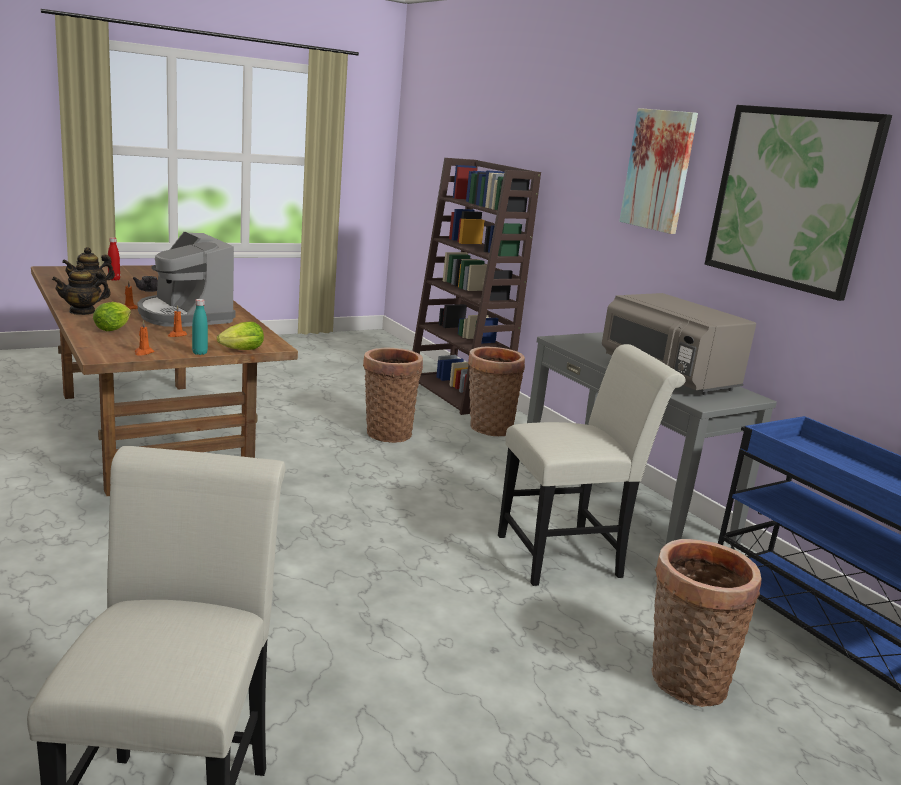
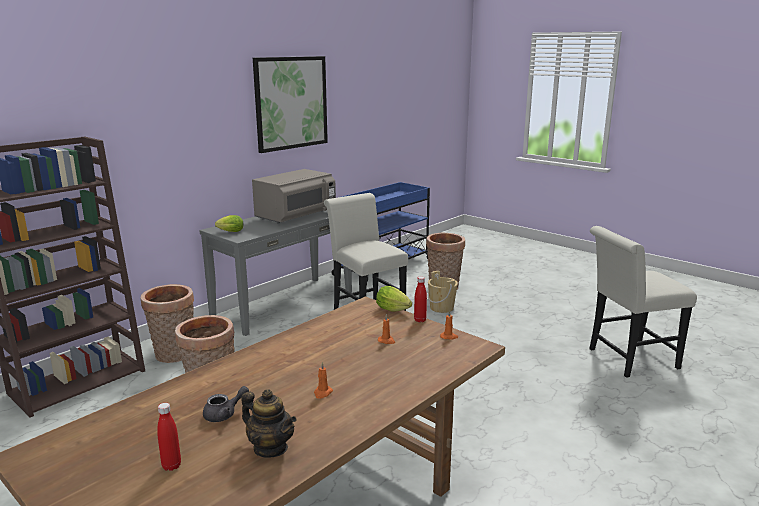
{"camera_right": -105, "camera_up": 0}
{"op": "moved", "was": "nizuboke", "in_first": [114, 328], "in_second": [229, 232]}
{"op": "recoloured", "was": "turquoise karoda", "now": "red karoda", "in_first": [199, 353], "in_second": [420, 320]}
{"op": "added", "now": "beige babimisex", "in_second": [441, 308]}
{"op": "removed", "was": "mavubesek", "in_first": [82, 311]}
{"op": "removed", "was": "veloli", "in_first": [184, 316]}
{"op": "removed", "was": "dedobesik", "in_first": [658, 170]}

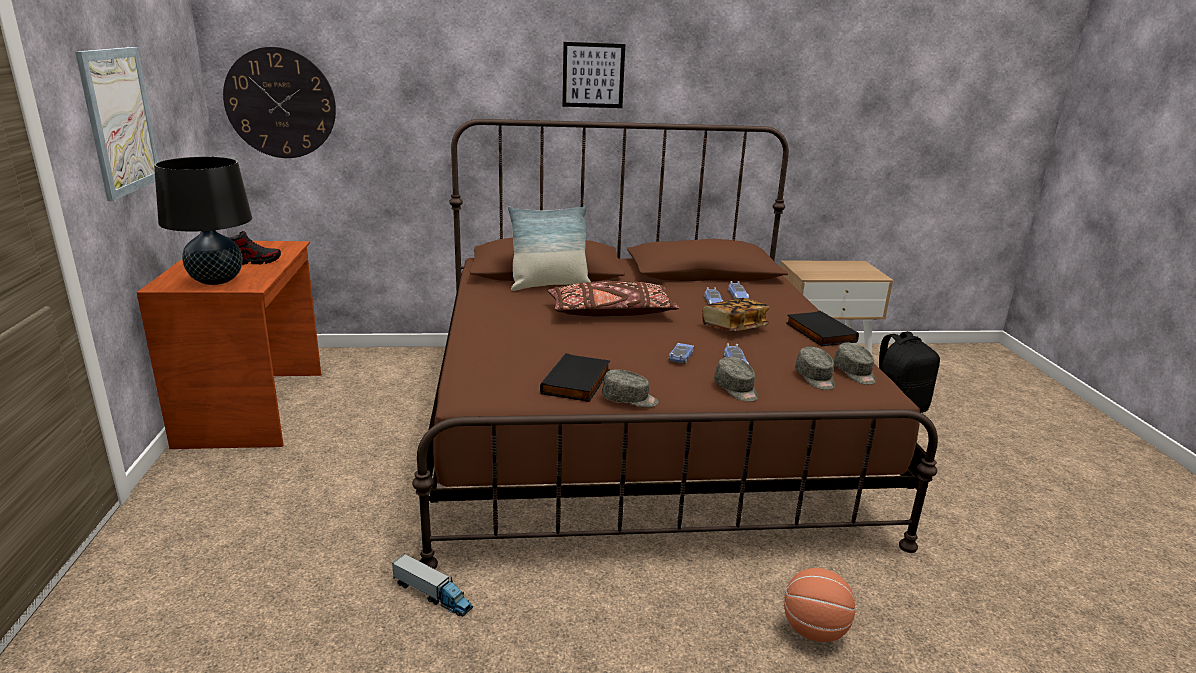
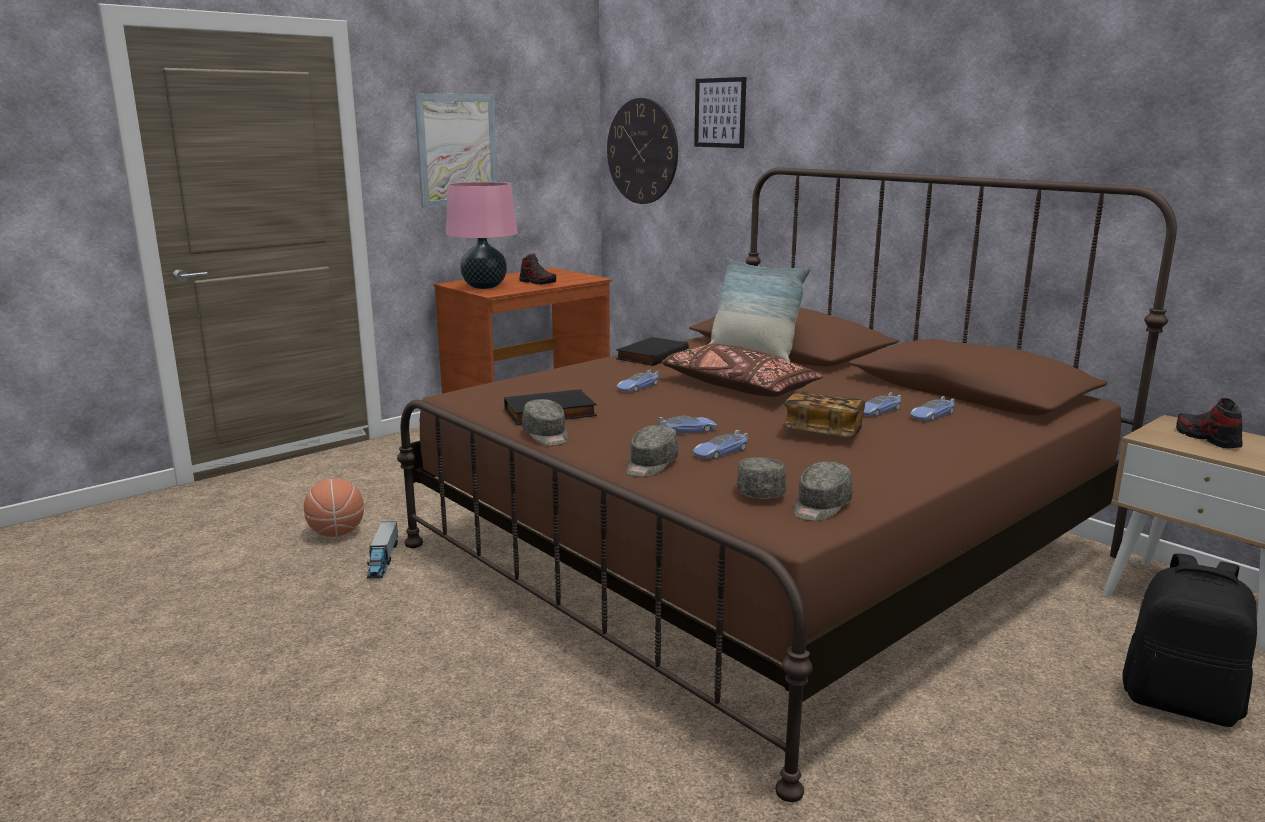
{"camera_right": 55, "camera_up": -5}
{"op": "moved", "was": "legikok", "in_first": [813, 630], "in_second": [336, 533]}
{"op": "recoloured", "was": "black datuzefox", "now": "pink datuzefox", "in_first": [216, 280], "in_second": [484, 287]}
{"op": "moved", "was": "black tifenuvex", "in_first": [818, 332], "in_second": [651, 355]}
{"op": "added", "now": "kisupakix", "in_second": [637, 387]}
{"op": "moved", "was": "dedobesik", "in_first": [593, 75], "in_second": [720, 113]}
{"op": "turned", "was": "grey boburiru", "in_first": [815, 378], "in_second": [758, 491], "clockwise": 135}
{"op": "added", "now": "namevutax", "in_second": [1207, 438]}

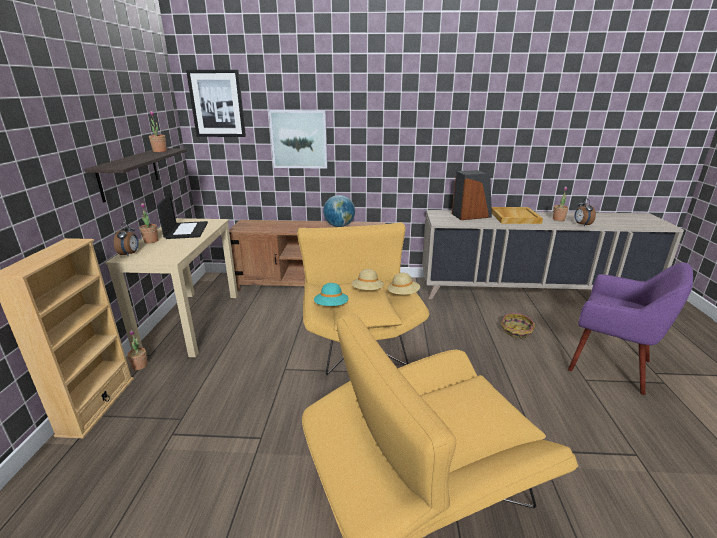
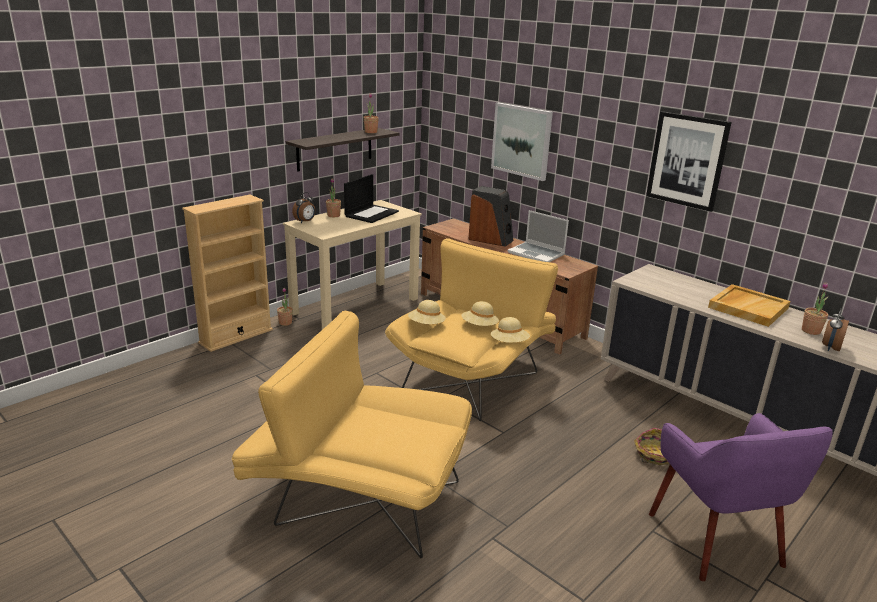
{"camera_right": 40, "camera_up": 0}
{"op": "recoloured", "was": "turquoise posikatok", "now": "beige posikatok", "in_first": [331, 306], "in_second": [426, 325]}
{"op": "moved", "was": "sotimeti", "in_first": [471, 216], "in_second": [490, 239]}
{"op": "replaced", "was": "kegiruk", "now": "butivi", "in_first": [339, 226], "in_second": [537, 254]}
{"op": "moved", "was": "dedobesik", "in_first": [217, 104], "in_second": [687, 160]}

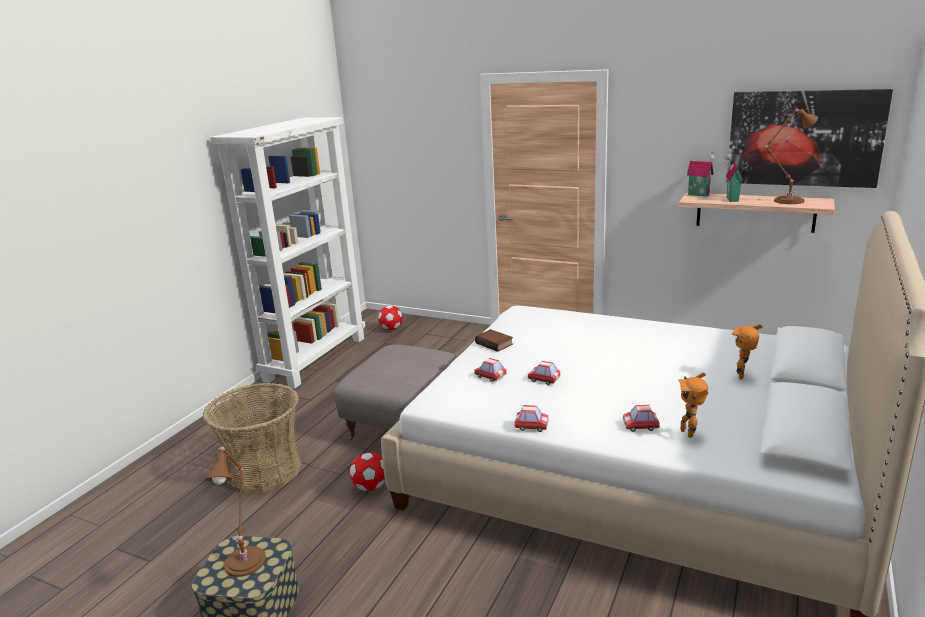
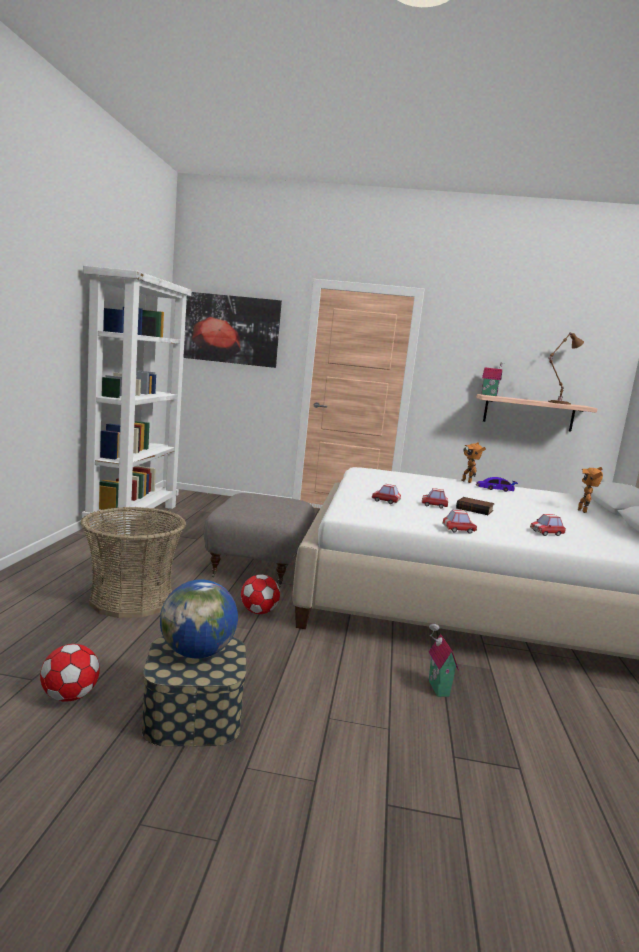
{"camera_right": -20, "camera_up": -10}
{"op": "moved", "was": "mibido", "in_first": [391, 329], "in_second": [70, 696]}
{"op": "replaced", "was": "brown datuzefox", "now": "kegiruk", "in_first": [246, 559], "in_second": [197, 653]}
{"op": "moved", "was": "dedobesik", "in_first": [804, 138], "in_second": [231, 329]}
{"op": "moved", "was": "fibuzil", "in_first": [731, 199], "in_second": [436, 688]}
{"op": "moved", "was": "tifenuvex", "in_first": [495, 343], "in_second": [475, 509]}
{"op": "moved", "was": "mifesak", "in_first": [689, 432], "in_second": [467, 481]}
{"op": "added", "now": "kisupakix", "in_second": [495, 489]}

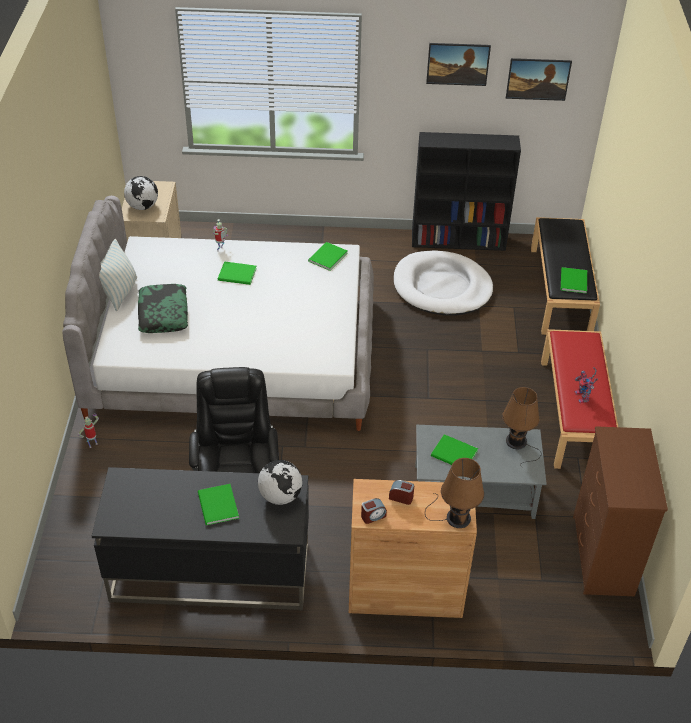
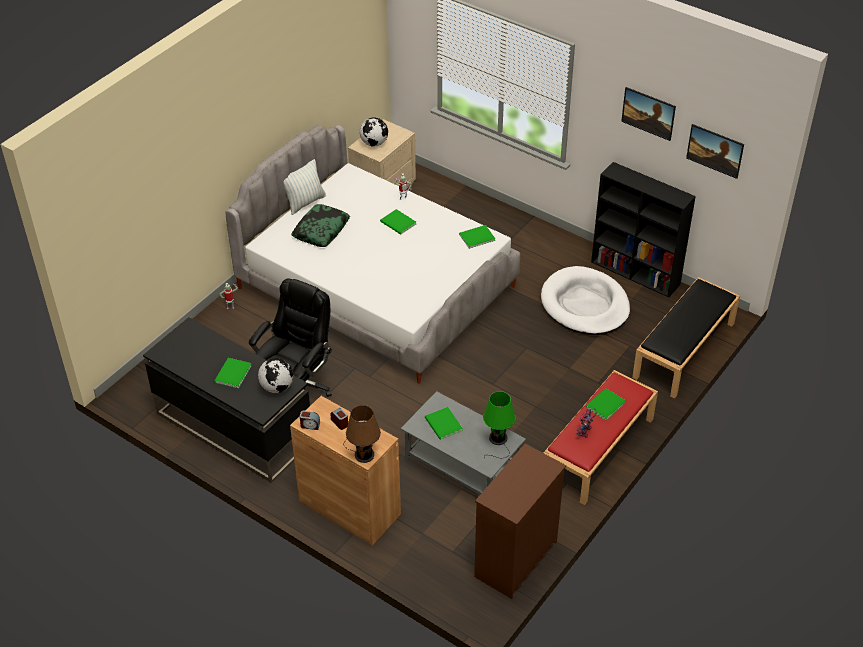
{"camera_right": 35, "camera_up": 0}
{"op": "recoloured", "was": "brown datuzefox", "now": "green datuzefox", "in_first": [518, 443], "in_second": [498, 440]}
{"op": "moved", "was": "green tifenuvex", "in_first": [572, 282], "in_second": [604, 405]}

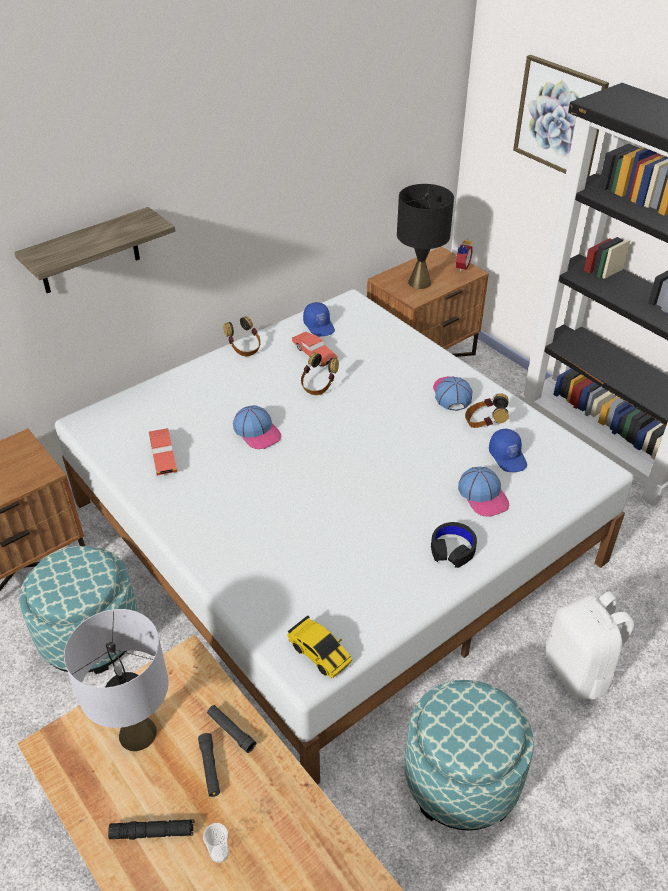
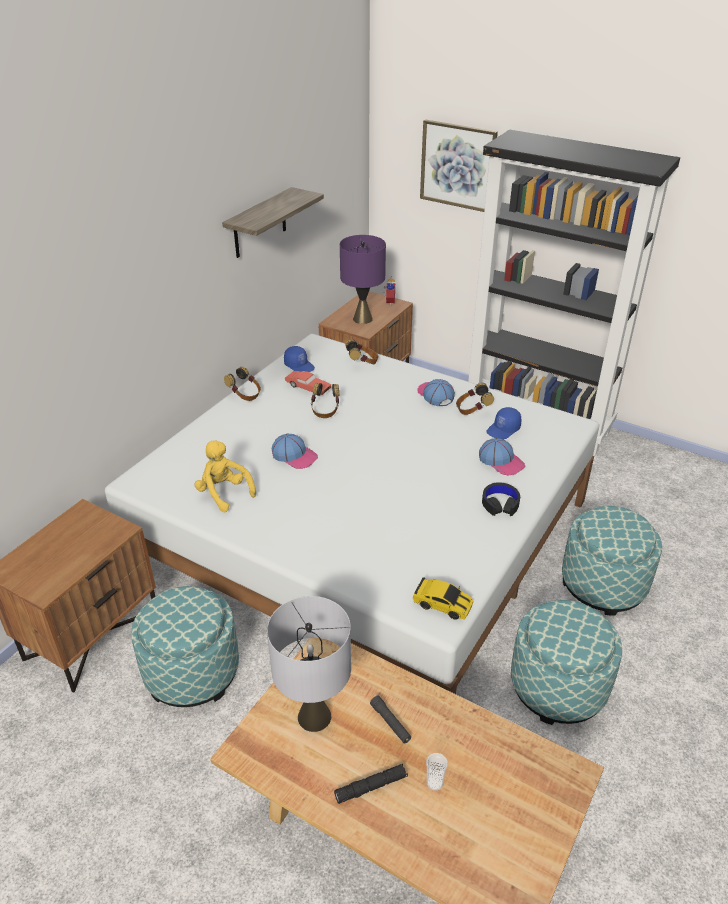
{"camera_right": -20, "camera_up": -5}
{"op": "replaced", "was": "red kisupakix", "now": "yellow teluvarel", "in_first": [163, 457], "in_second": [224, 493]}
{"op": "moved", "was": "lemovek", "in_first": [88, 252], "in_second": [260, 223]}
{"op": "recoloured", "was": "black datuzefox", "now": "purple datuzefox", "in_first": [420, 282], "in_second": [363, 319]}
{"op": "added", "now": "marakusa", "in_second": [362, 363]}
{"op": "turned", "was": "blue boburiru", "in_first": [508, 457], "in_second": [503, 430], "clockwise": 90}
{"op": "replaced", "was": "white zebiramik", "now": "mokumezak", "in_first": [580, 671], "in_second": [603, 584]}
{"op": "removed", "was": "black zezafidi", "in_first": [231, 731]}

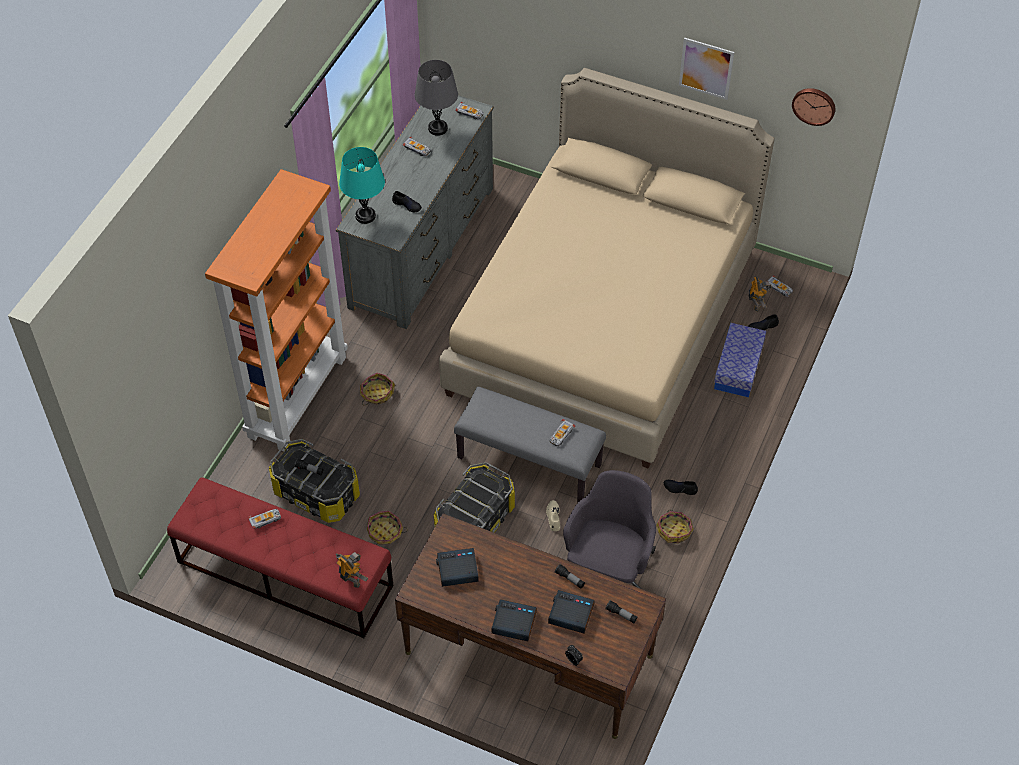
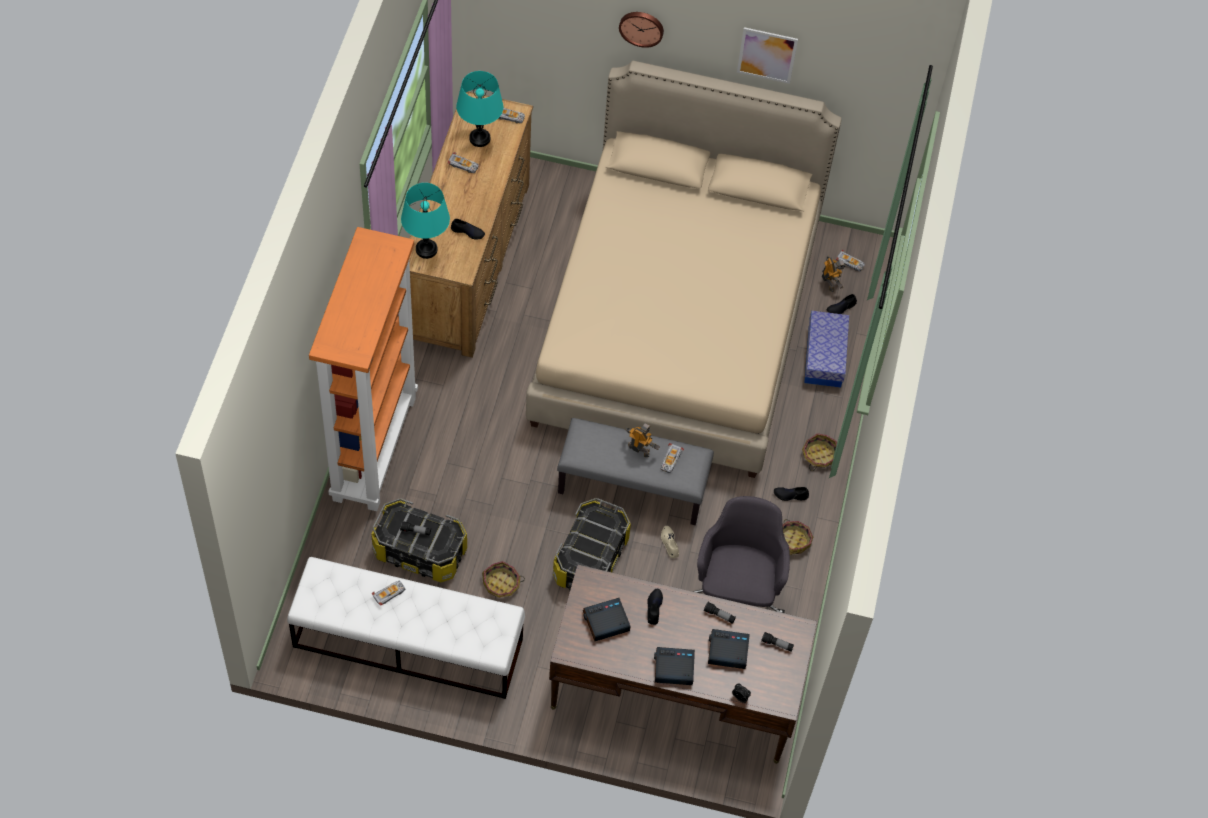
{"camera_right": -15, "camera_up": 5}
{"op": "recoloured", "was": "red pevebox", "now": "white pevebox", "in_first": [284, 574], "in_second": [407, 643]}
{"op": "recoloured", "was": "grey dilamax", "now": "brown dilamax", "in_first": [422, 247], "in_second": [468, 261]}
{"op": "recoloured", "was": "grey datuzefox", "now": "turquoise datuzefox", "in_first": [437, 128], "in_second": [479, 138]}
{"op": "moved", "was": "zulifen", "in_first": [814, 105], "in_second": [641, 27]}
{"op": "moved", "was": "mifesak", "in_first": [351, 578], "in_second": [639, 449]}
{"op": "added", "now": "black namevutax", "in_second": [654, 608]}
{"op": "moved", "was": "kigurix", "in_first": [377, 394], "in_second": [819, 455]}

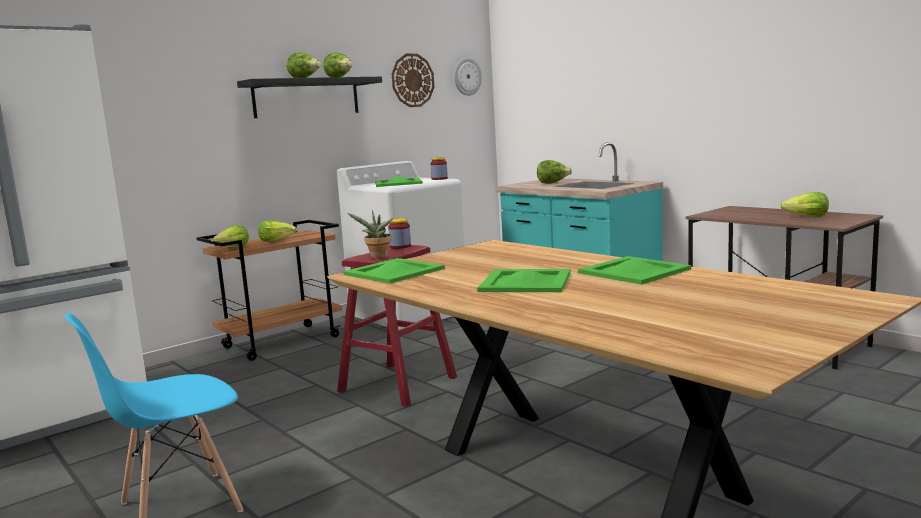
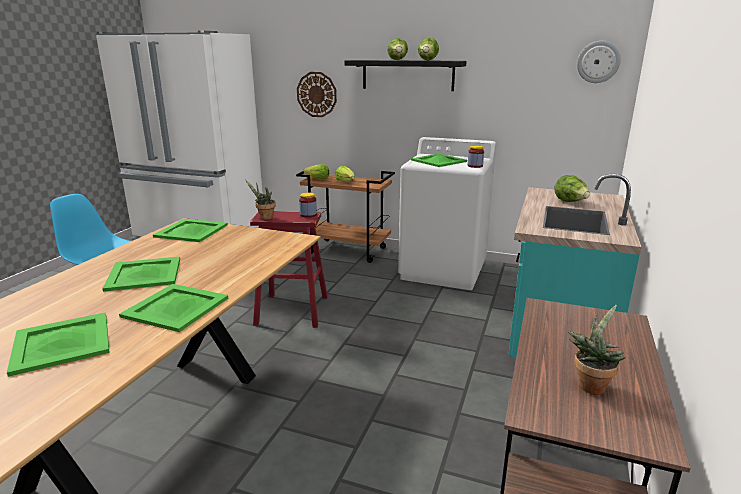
{"camera_right": 60, "camera_up": 10}
{"op": "added", "now": "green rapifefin", "in_second": [63, 343]}
{"op": "moved", "was": "zulifen", "in_first": [412, 80], "in_second": [316, 94]}
{"op": "replaced", "was": "nizuboke", "now": "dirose", "in_first": [806, 217], "in_second": [590, 384]}

